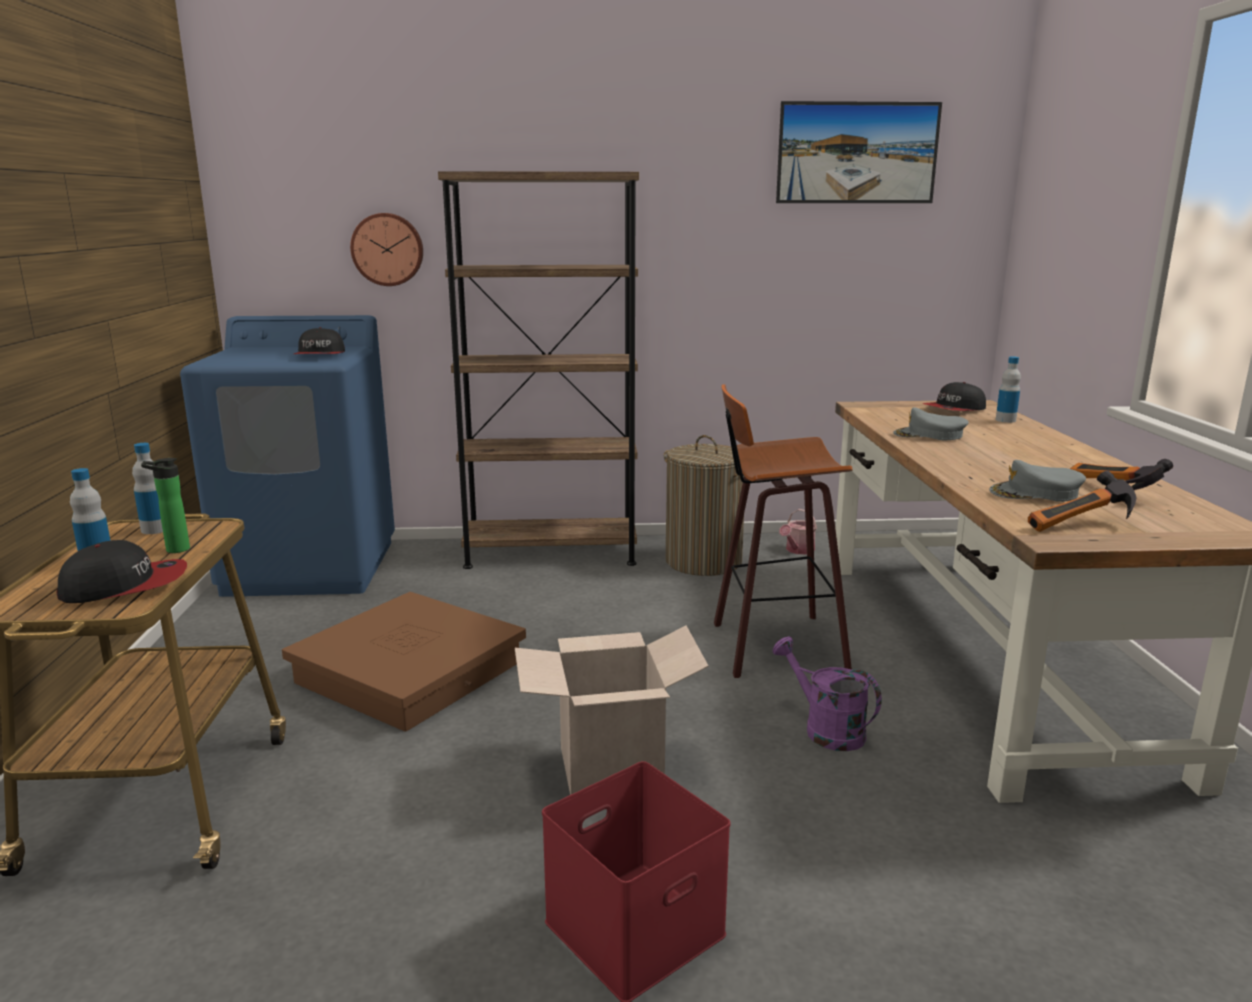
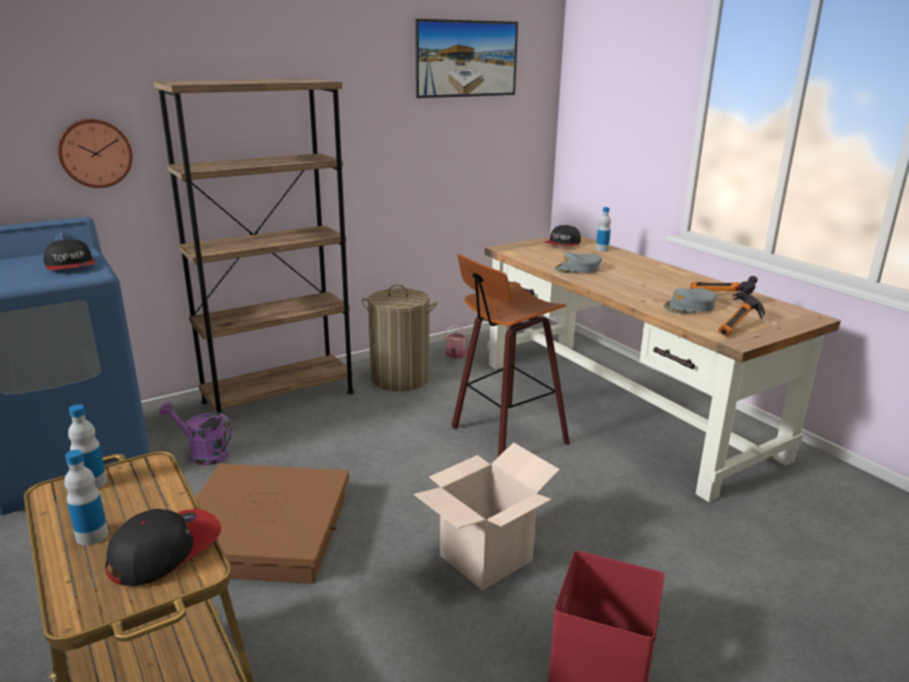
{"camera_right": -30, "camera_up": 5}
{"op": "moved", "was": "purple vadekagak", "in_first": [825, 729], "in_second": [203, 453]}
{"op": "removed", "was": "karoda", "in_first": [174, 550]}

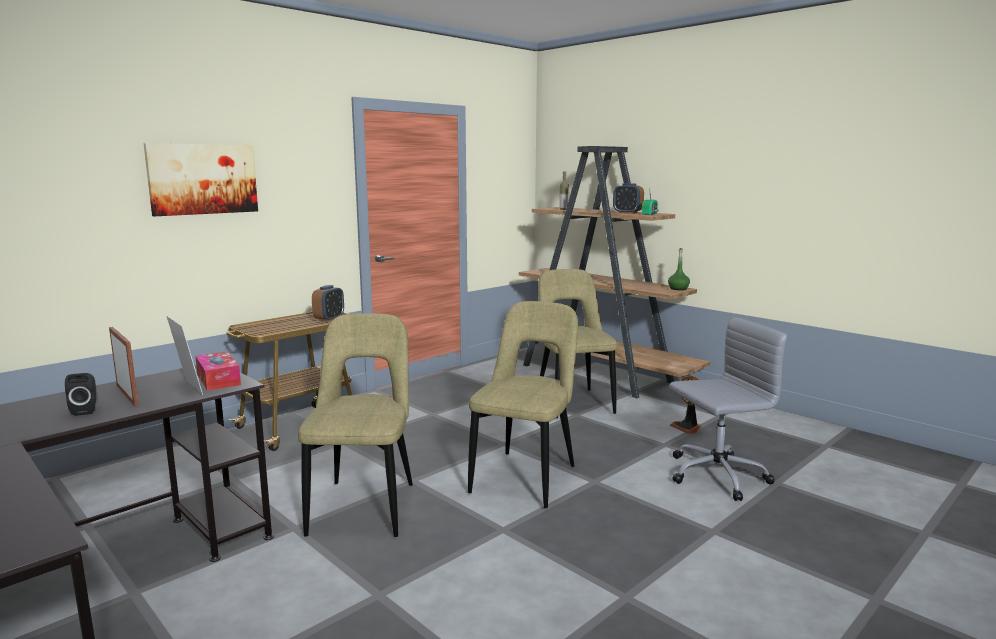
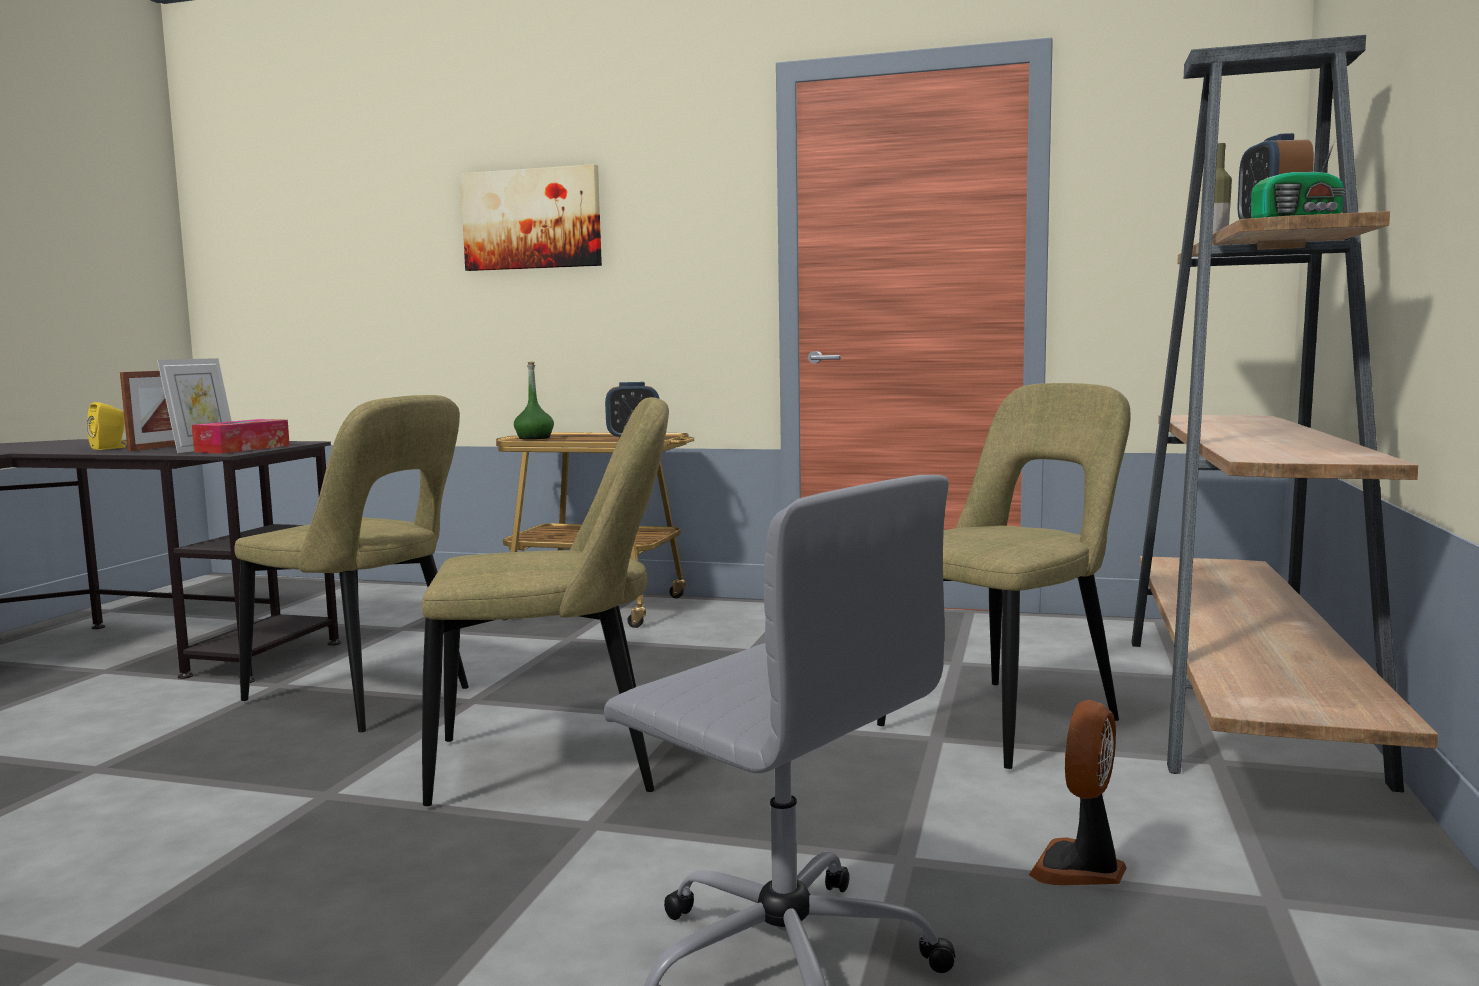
{"camera_right": 60, "camera_up": -5}
{"op": "recoloured", "was": "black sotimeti", "now": "yellow sotimeti", "in_first": [85, 410], "in_second": [111, 448]}
{"op": "turned", "was": "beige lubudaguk", "in_first": [365, 505], "in_second": [365, 698], "clockwise": 60}
{"op": "moved", "was": "green karoda", "in_first": [678, 288], "in_second": [534, 438]}

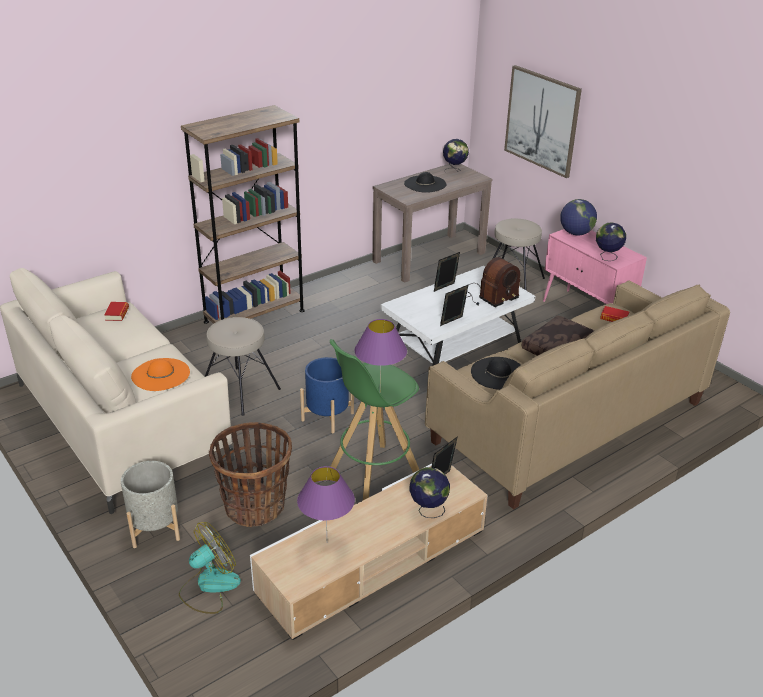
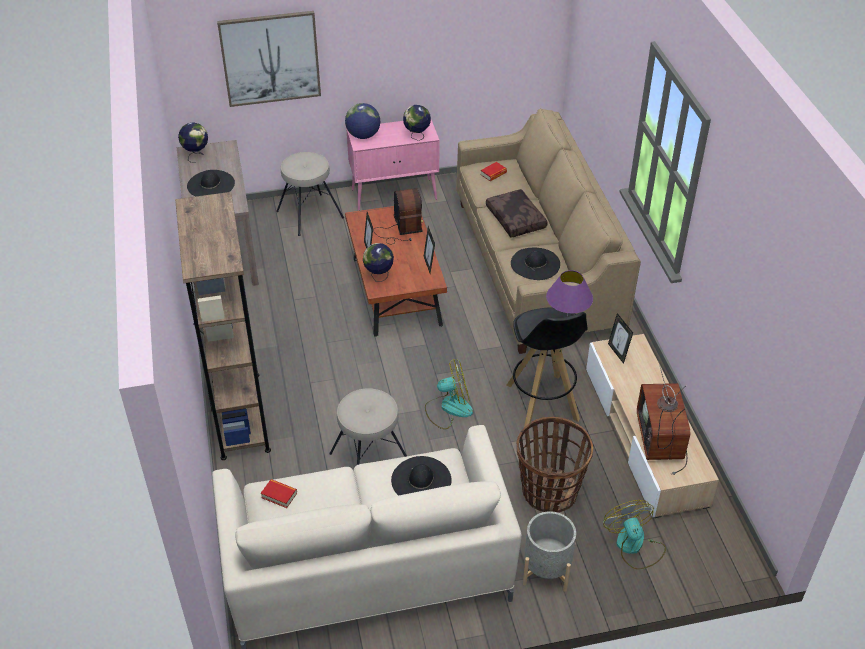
{"camera_right": -65, "camera_up": 10}
{"op": "recoloured", "was": "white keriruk", "now": "brown keriruk", "in_first": [455, 349], "in_second": [396, 292]}
{"op": "moved", "was": "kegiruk", "in_first": [428, 510], "in_second": [378, 276]}
{"op": "recoloured", "was": "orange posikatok", "now": "black posikatok", "in_first": [160, 374], "in_second": [421, 480]}
{"op": "replaced", "was": "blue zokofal", "now": "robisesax", "in_first": [327, 416], "in_second": [448, 408]}
{"op": "recoloured", "was": "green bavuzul", "now": "black bavuzul", "in_first": [373, 473], "in_second": [542, 403]}
{"op": "replaced", "was": "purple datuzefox", "now": "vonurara", "in_first": [327, 542], "in_second": [662, 440]}

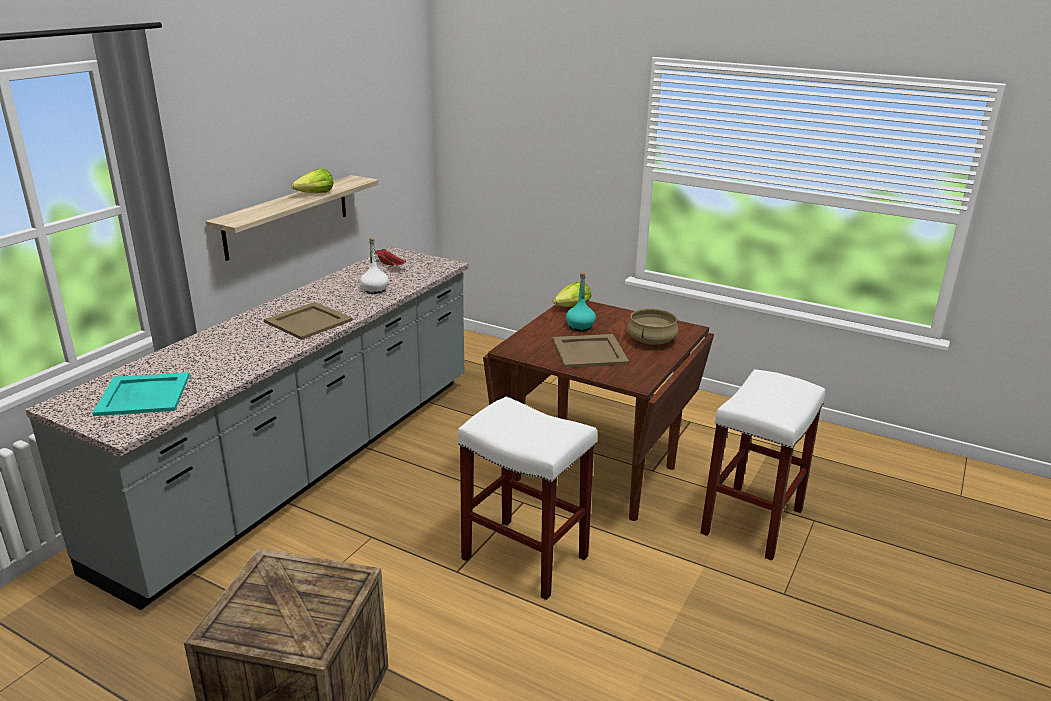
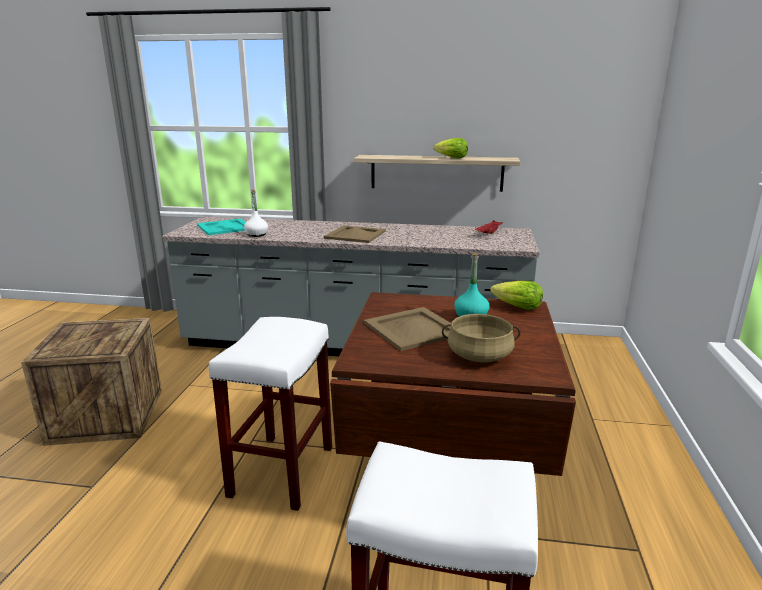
{"camera_right": 70, "camera_up": -5}
{"op": "moved", "was": "white karoda", "in_first": [375, 290], "in_second": [257, 234]}

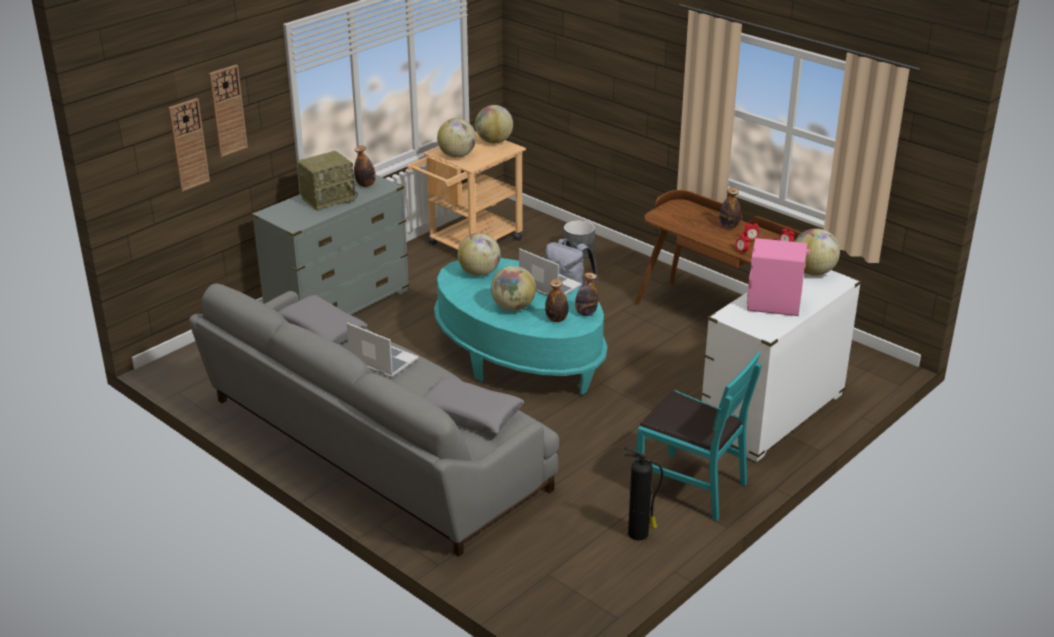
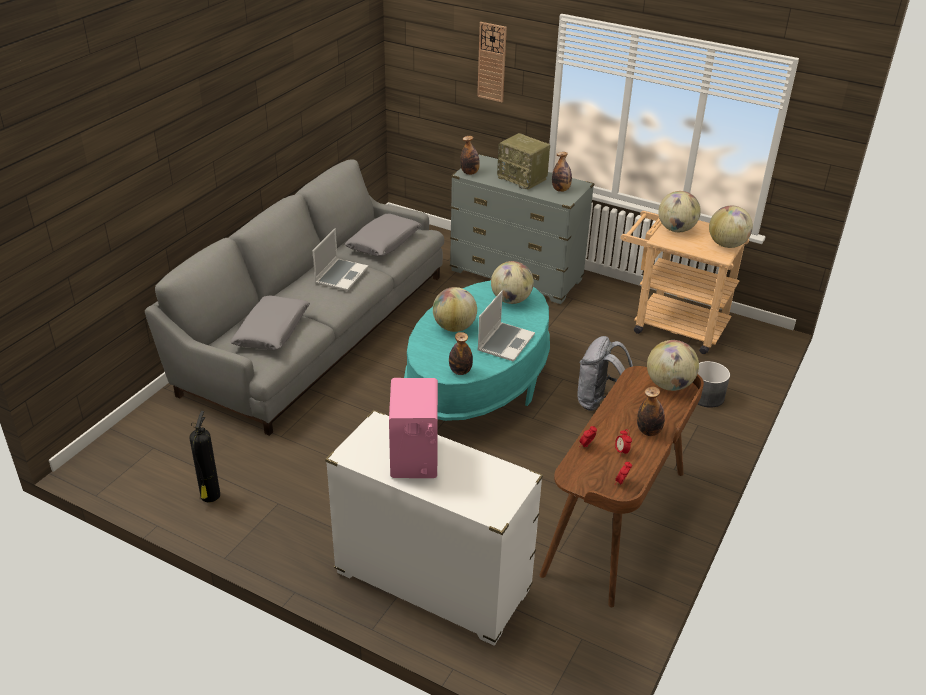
{"camera_right": 75, "camera_up": 5}
{"op": "moved", "was": "karoda", "in_first": [556, 319], "in_second": [469, 173]}
{"op": "moved", "was": "kegiruk", "in_first": [813, 272], "in_second": [669, 385]}
{"op": "removed", "was": "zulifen", "in_first": [188, 144]}
{"op": "removed", "was": "turquoise lubudaguk", "in_first": [691, 486]}

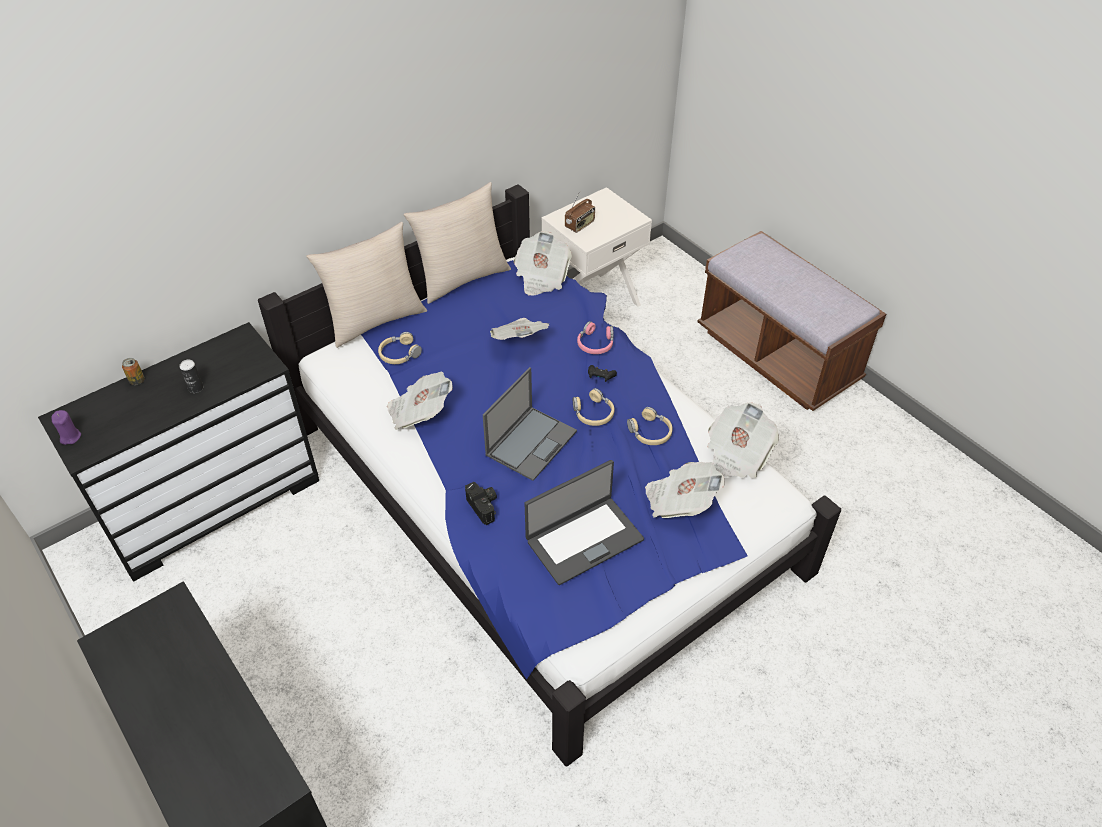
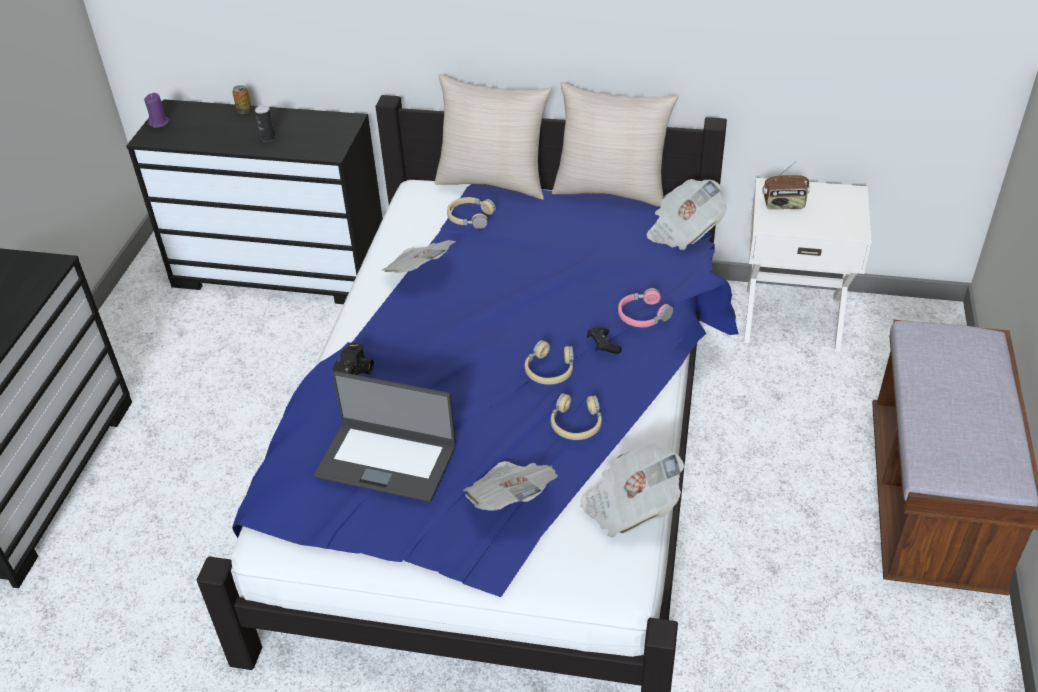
{"camera_right": 50, "camera_up": -5}
{"op": "removed", "was": "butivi", "in_first": [531, 442]}
{"op": "removed", "was": "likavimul", "in_first": [519, 340]}

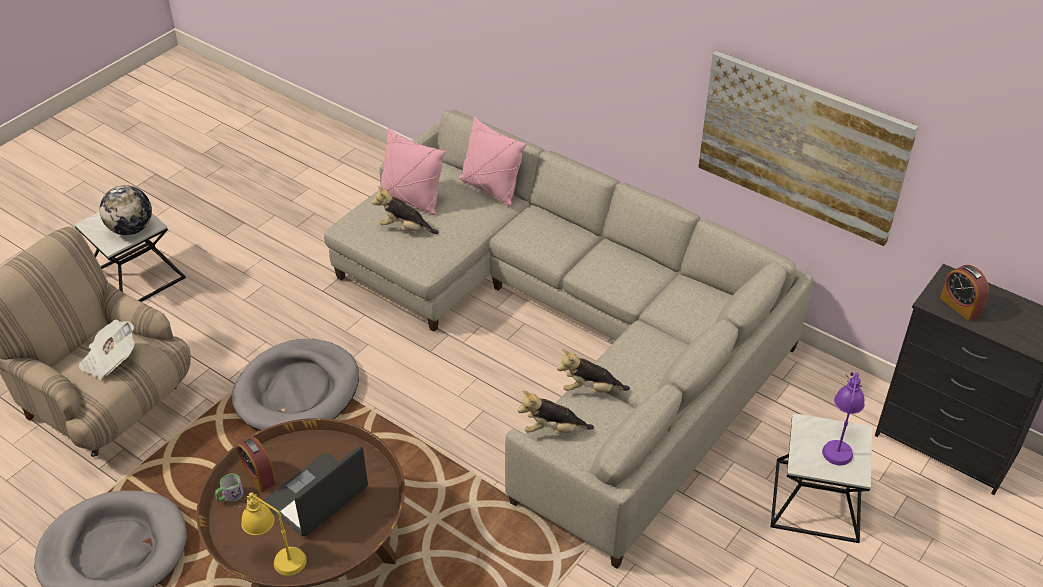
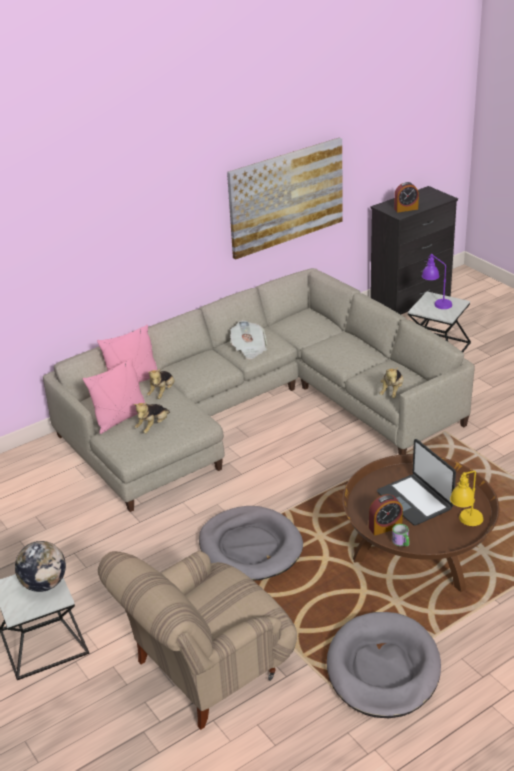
{"camera_right": -70, "camera_up": -10}
{"op": "moved", "was": "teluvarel", "in_first": [590, 389], "in_second": [162, 392]}
{"op": "moved", "was": "likavimul", "in_first": [110, 360], "in_second": [249, 349]}

